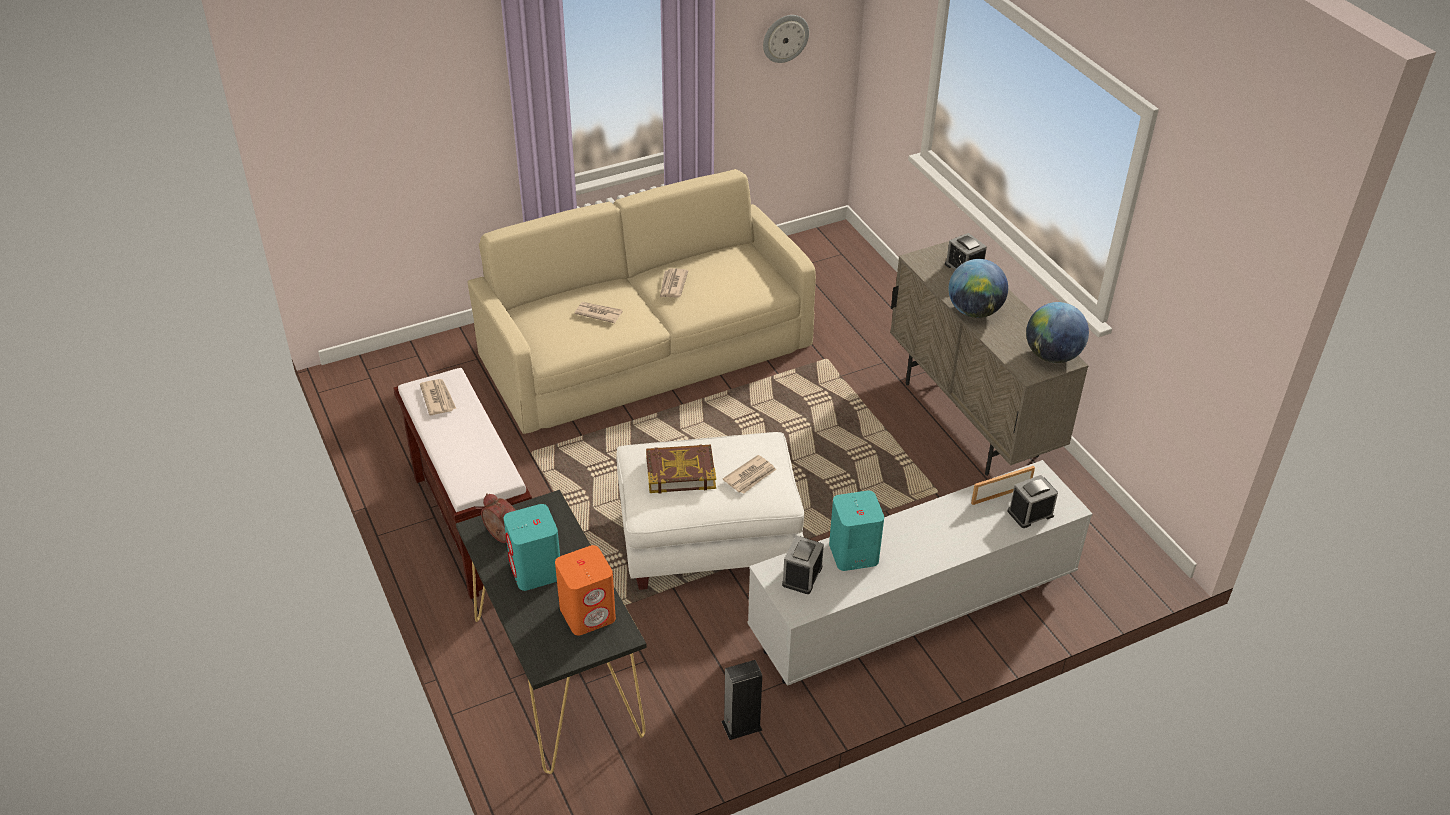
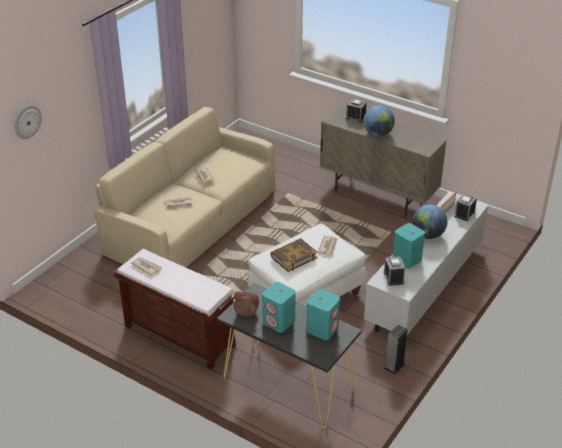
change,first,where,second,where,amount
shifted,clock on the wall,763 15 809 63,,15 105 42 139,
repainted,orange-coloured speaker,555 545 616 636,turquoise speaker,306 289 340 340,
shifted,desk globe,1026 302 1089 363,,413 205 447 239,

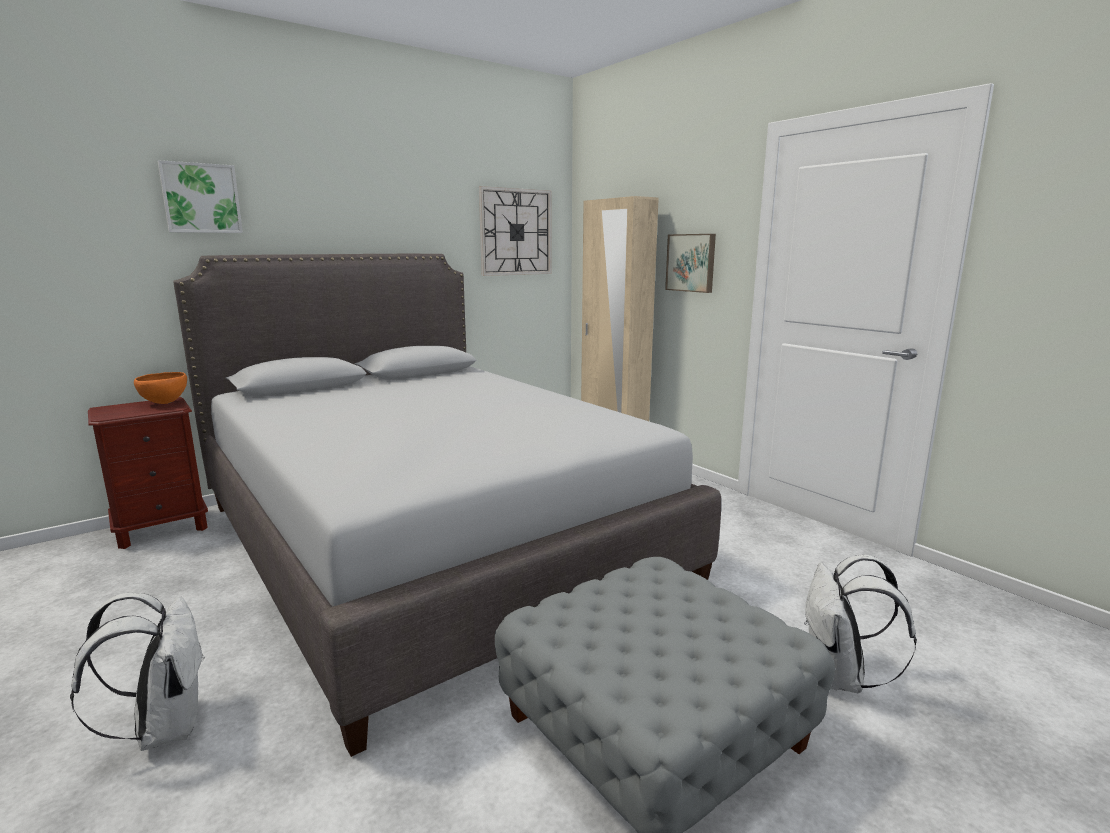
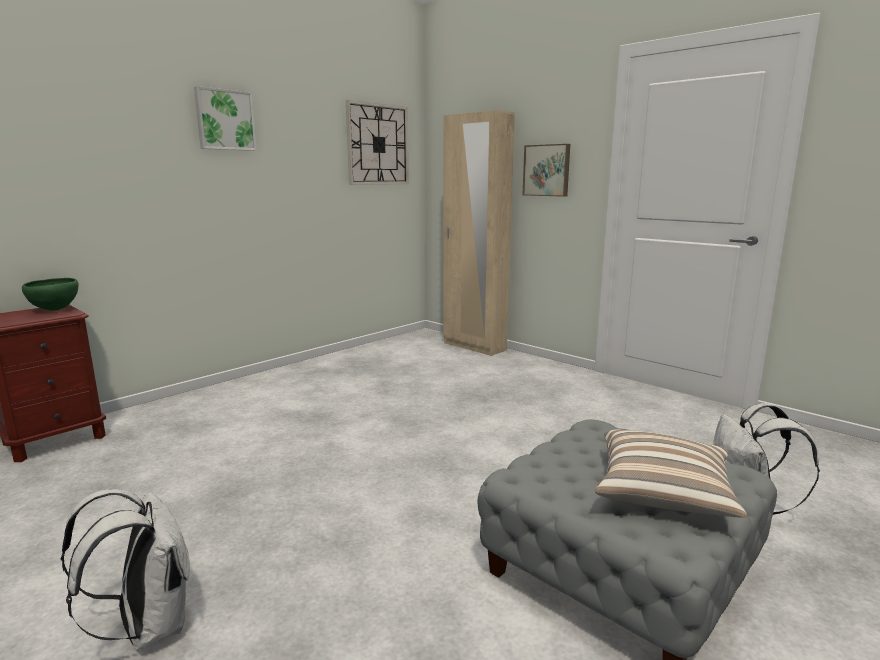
change,first,where,second,where,amount
repainted,orange-coloured deep dish,134 372 187 404,green-coloured deep dish,22 278 79 311,
shifted,picture,157 160 243 233,,194 86 257 151,
new,,,pillow,595 429 747 518,
gone,grey bed,173 254 721 757,,,

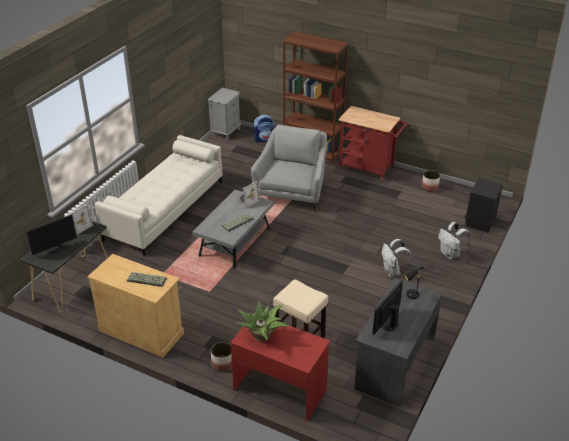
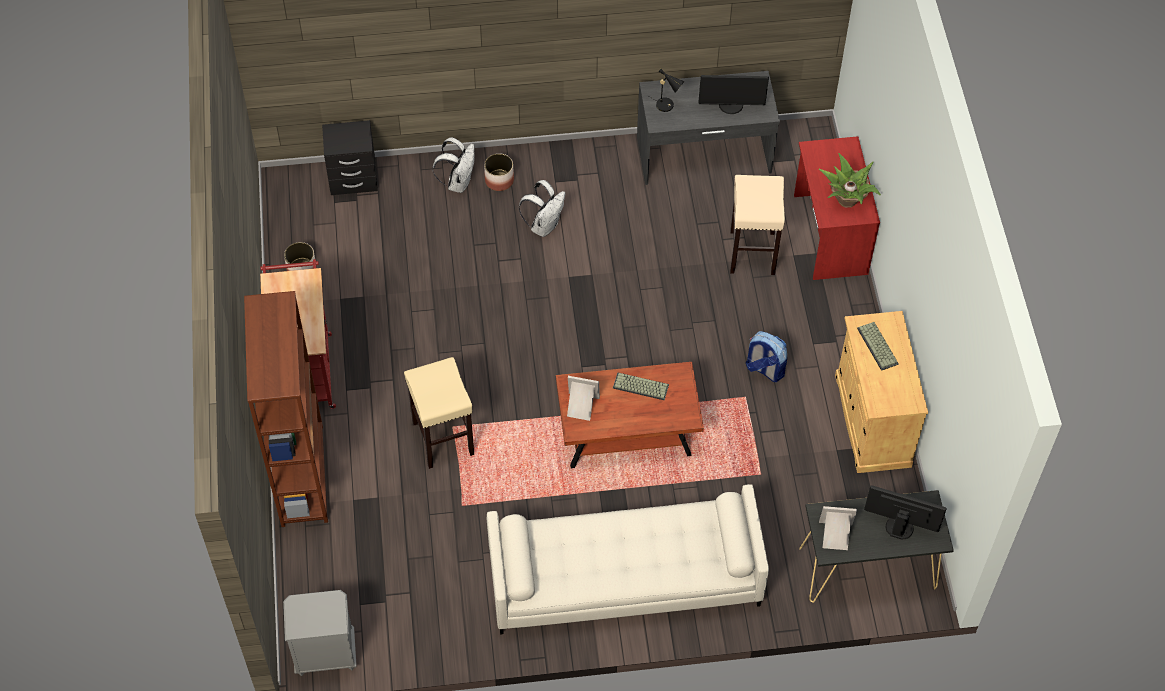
change,first,where,second,where,amount
swapped,grey lounge chair,251 124 327 212,sand-coloured stool seat,404 357 474 469,
shifted,planter,211 342 232 371,,484 153 514 191,
repainted,grey lounge table,192 190 274 269,brown lounge table,556 362 704 468,
shifted,rucksack,254 114 274 143,,746 331 787 382,

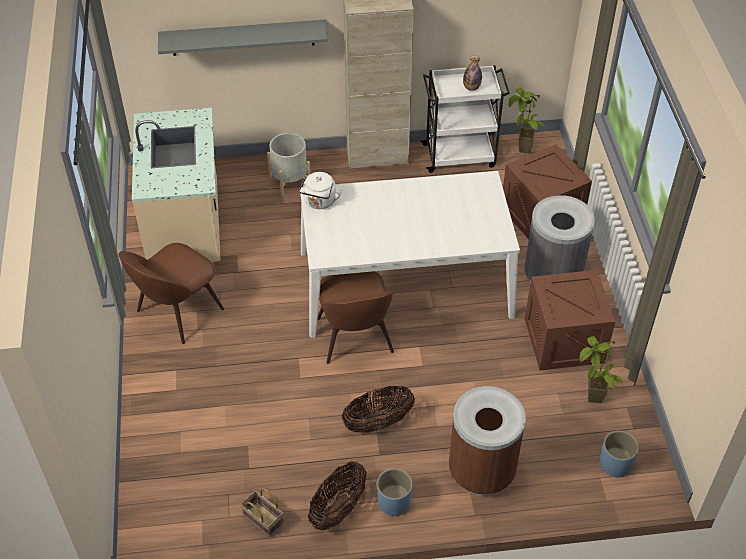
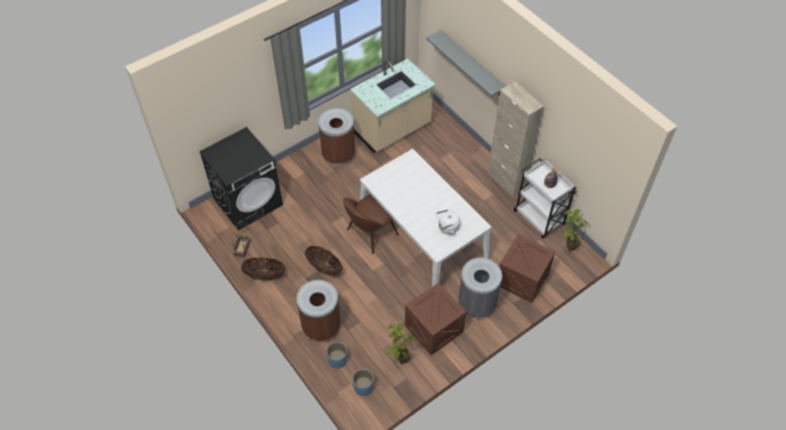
change,first,where,second,where,amount
new,,,black-coloured laundry machine,199 127 283 230,
swapped,brown chair,118 243 224 344,brown waste bin,318 108 355 165,
shifted,blue planter,377 468 413 516,,326 342 347 369,
shifted,white kettle,299 172 342 209,,436 210 460 235,
gone,grey planter,267 133 311 196,,,

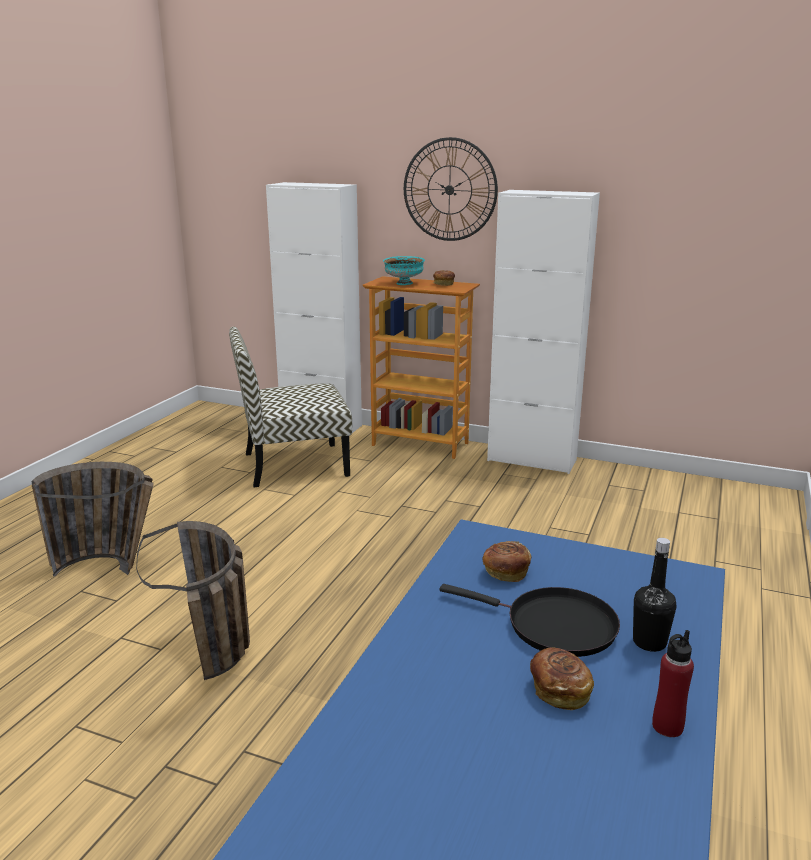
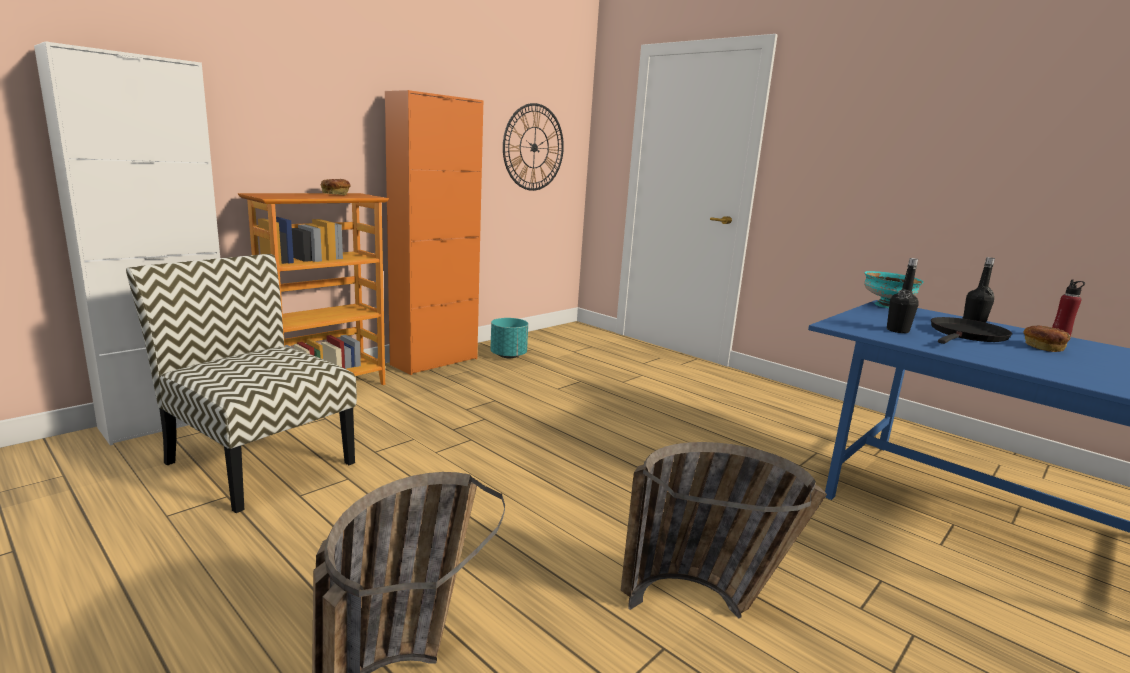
change,first,where,second,where,amount
rotated,chair,229 327 352 487,,126 254 357 513,120 degrees clockwise
repainted,white cabinet,487 190 600 474,orange-coloured cabinet,385 90 483 375,
new,,,turquoise planter,490 318 528 358,
shifted,clock on the wall,404 137 498 241,,503 103 564 191,
shifted,turquoise deep dish,383 256 425 285,,864 271 924 308,
swapped,baked bread,483 541 531 582,black-coloured beverage bottle,887 258 919 333,

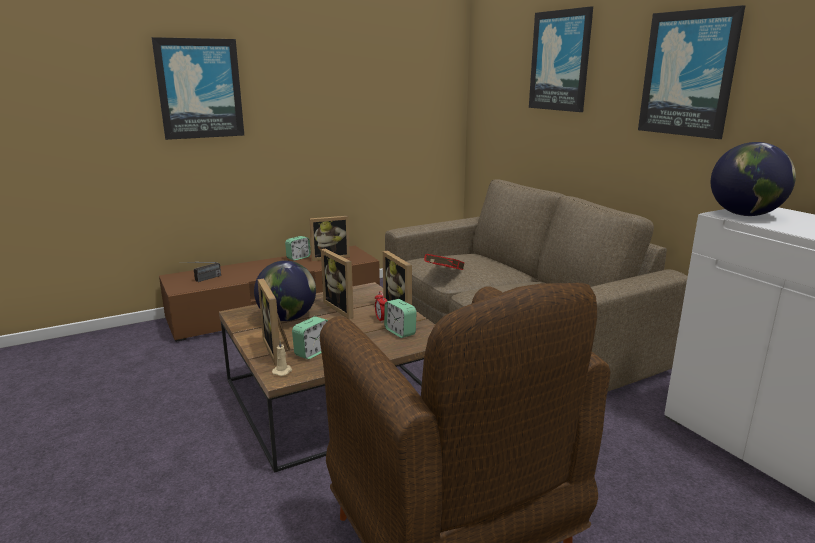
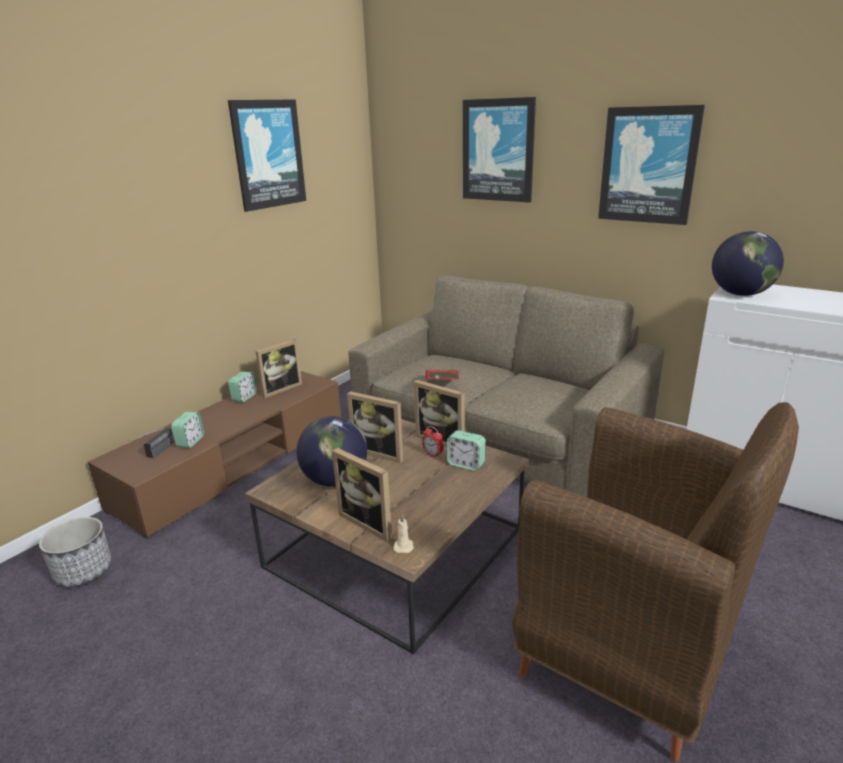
change,first,where,second,where,amount
new,,,planter,39 517 111 587,
shifted,alarm clock,292 316 328 359,,171 412 204 448,
shifted,picture,151 37 244 140,,228 99 306 212,

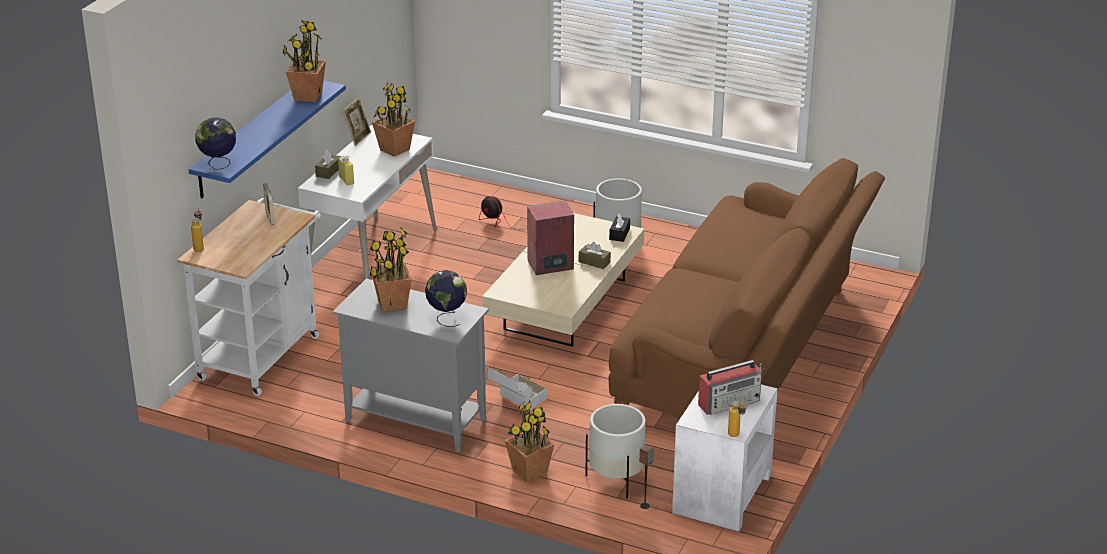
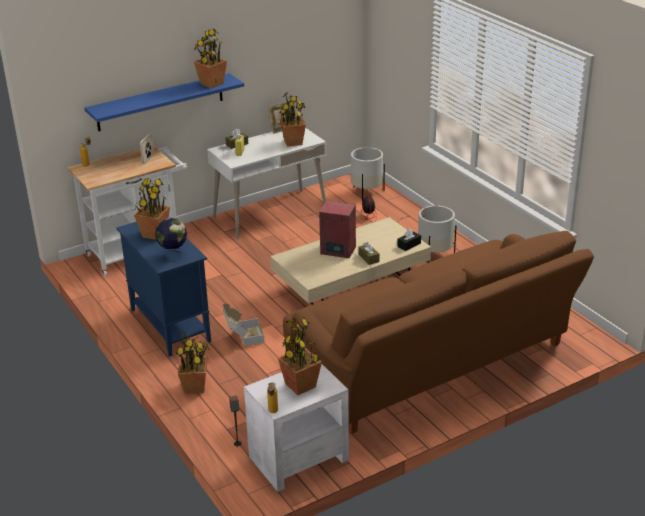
change,first,where,second,where,amount
repainted,grey cabinet,333 279 489 453,blue cabinet,116 222 211 357,
swapped,radio,698 360 762 415,potted plant,278 317 322 395,
shifted,white planter,585 404 646 498,,351 147 385 201,
gone,desk globe,195 117 236 170,,,

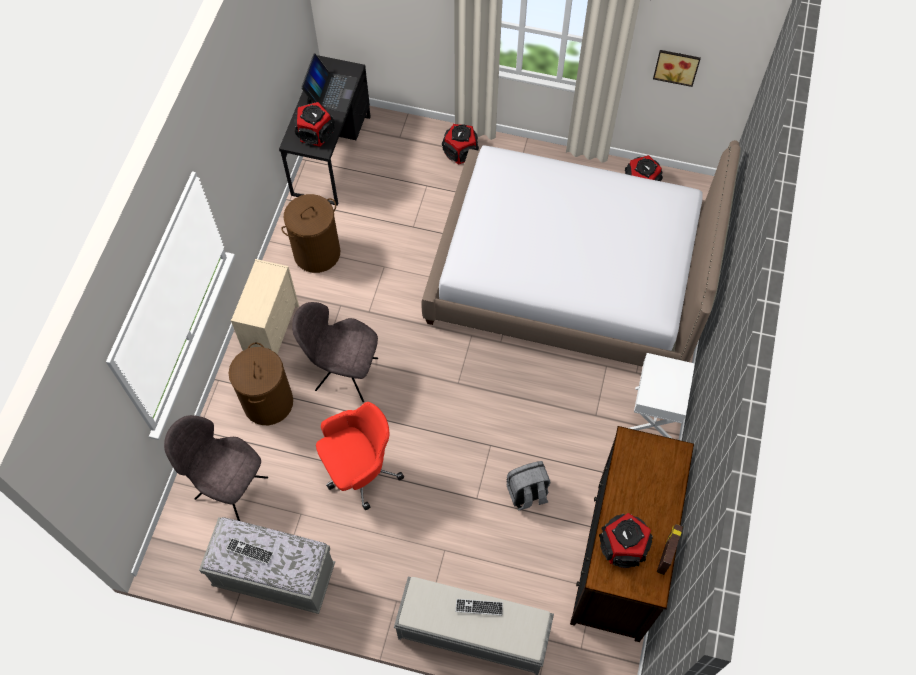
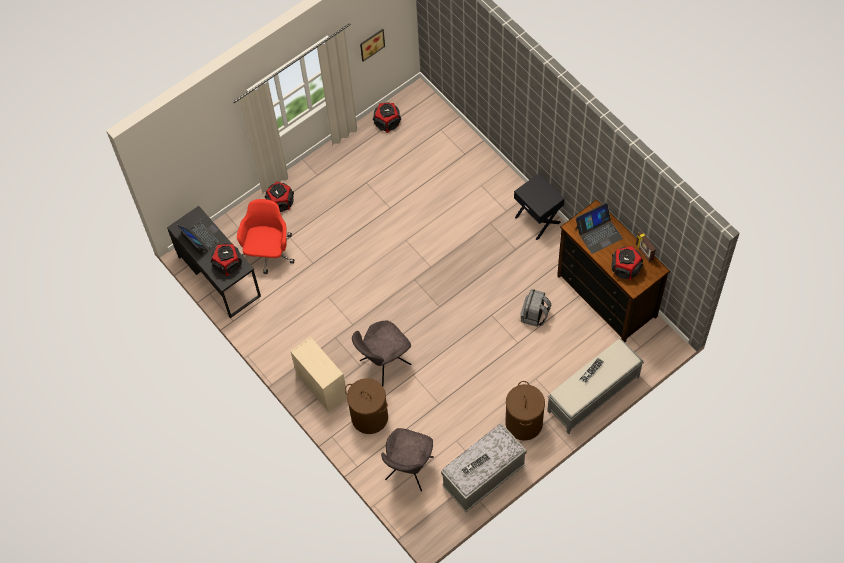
change,first,where,second,where,amount
shifted,red computer chair,316 402 404 510,,237 199 294 274,
rotated,grey chair,164 415 268 521,,381 428 434 491,45 degrees counterclockwise
shifted,brown washing basket,281 194 340 273,,505 381 545 440,
repainted,white bedside table,629 353 695 439,black-coloured bedside table,514 173 565 240,
new,,,laptop,576 202 623 254,
gone,bed,421 140 741 367,,,

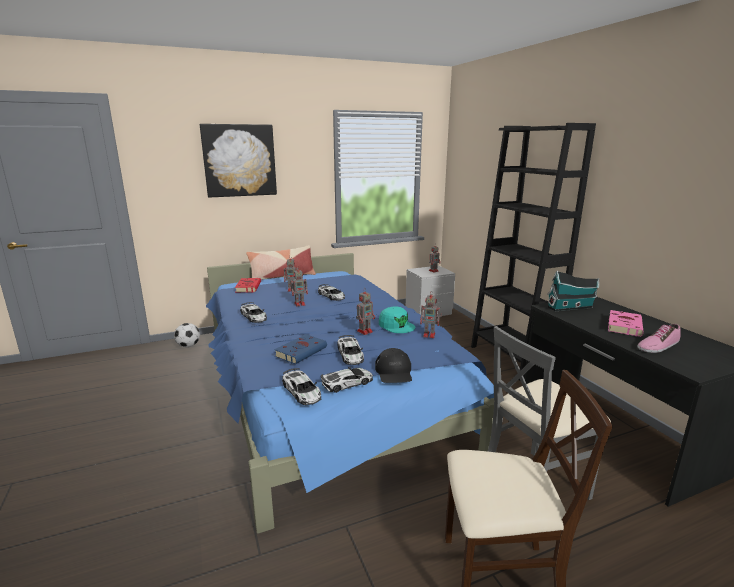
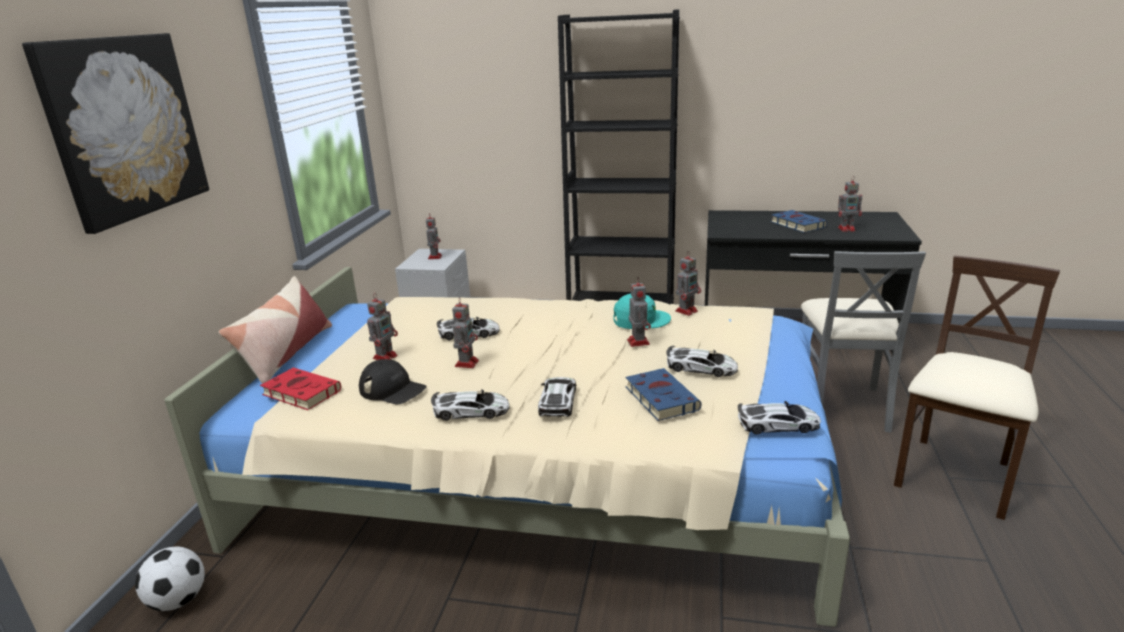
change,first,where,second,where,amount
repainted,blue bed,206 253 494 534,sand-coloured bed,164 267 850 627,
shifted,black-coloured cap,375 348 412 383,,359 359 427 404,
shifted,model car,321 367 373 393,,538 377 576 418,
repainted,pink volume,608 310 644 337,blue volume,771 210 827 233,
swapped,item of footwear,637 324 681 353,robot figure,838 176 862 232,
gone,toy house,547 271 599 311,,,

